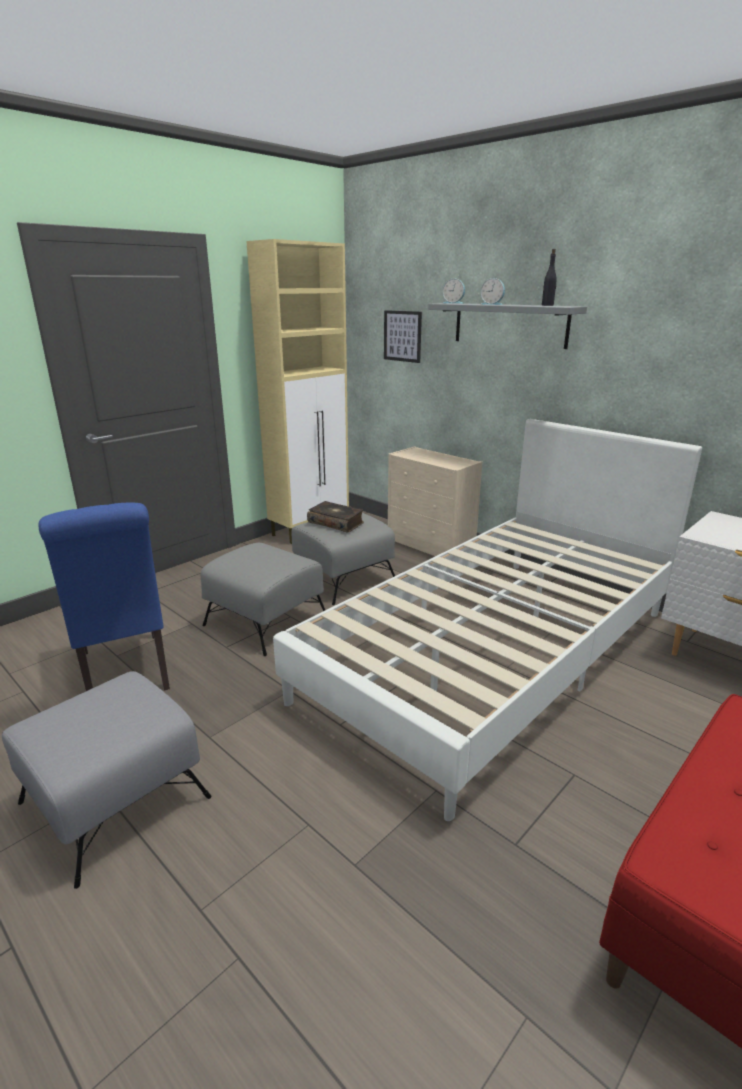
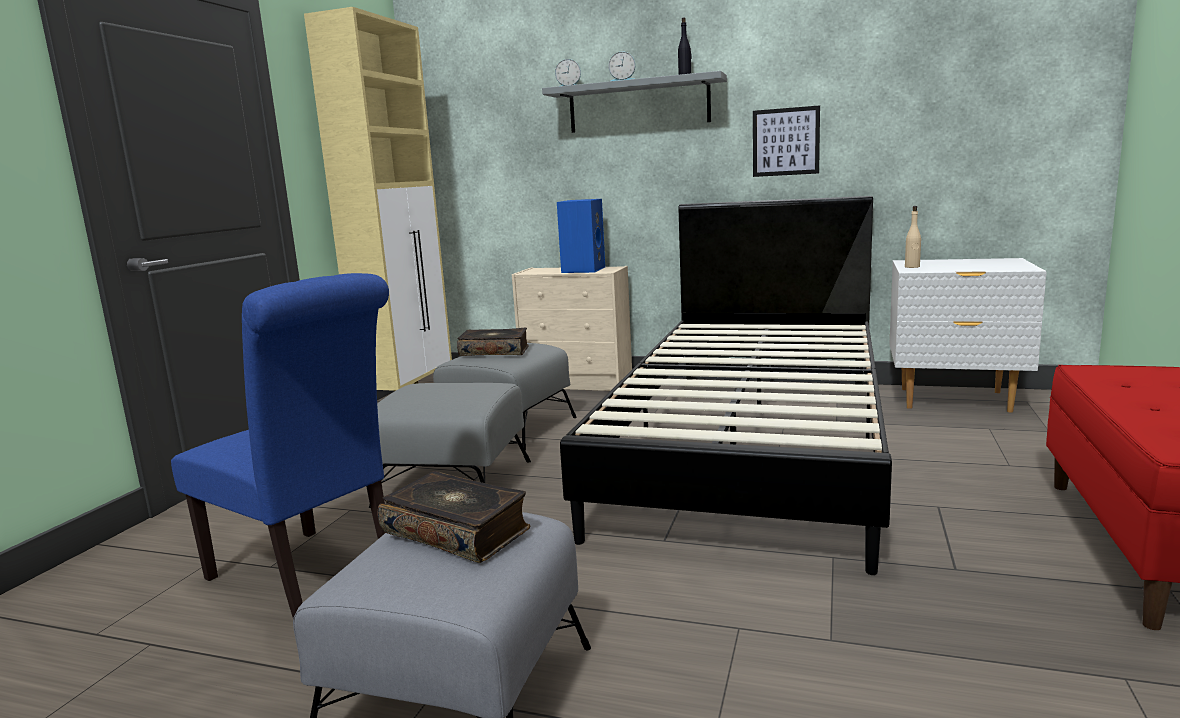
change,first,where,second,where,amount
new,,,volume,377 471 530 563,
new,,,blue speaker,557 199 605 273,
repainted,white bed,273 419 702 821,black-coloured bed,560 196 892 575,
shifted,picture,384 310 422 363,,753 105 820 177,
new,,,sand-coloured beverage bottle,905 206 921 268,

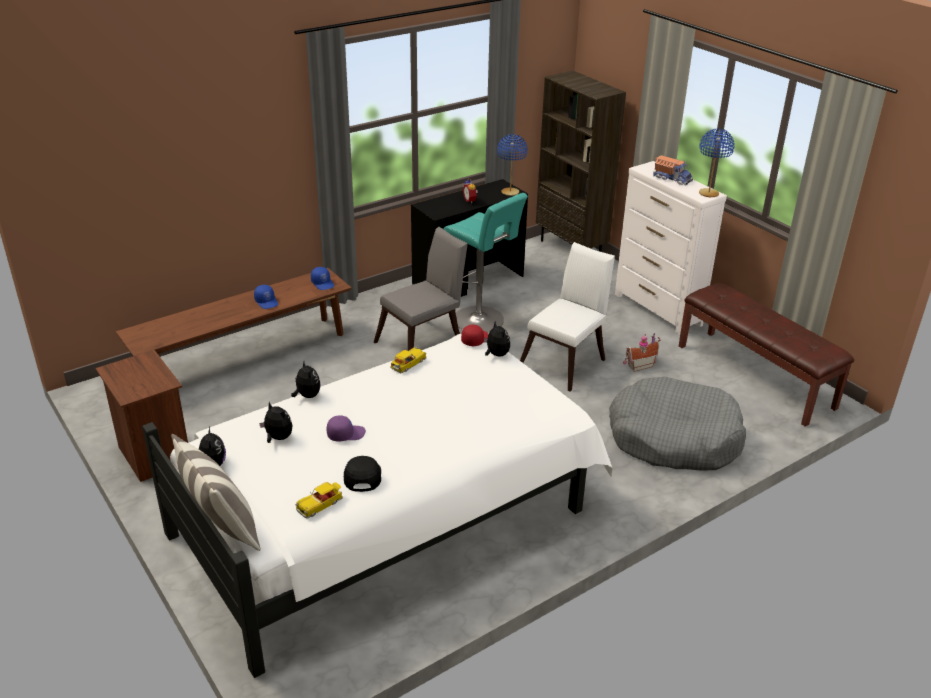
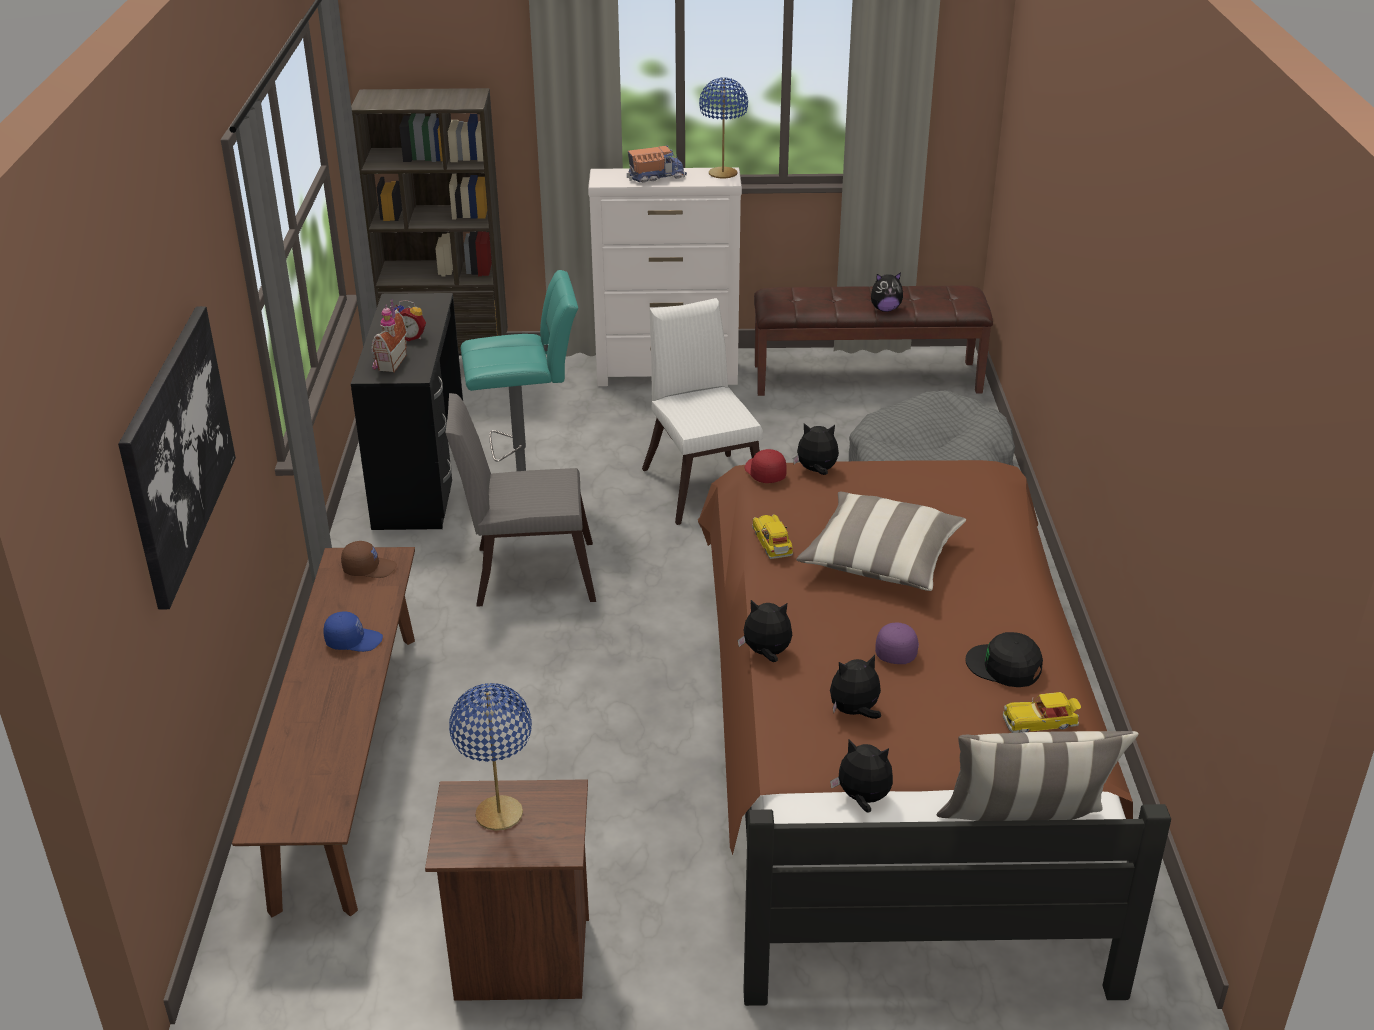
change,first,where,second,where,amount
new,,,picture,118 306 236 610,
repainted,blue cap,311 267 334 290,brown cap,341 541 397 578,
shifted,toy house,623 333 660 372,,371 299 407 373,
rotated,grey chair,374 227 468 351,,446 393 596 607,90 degrees counterclockwise
shifted,blue tabletop lamp,497 134 528 196,,449 683 532 831,
repainted,white bed,142 334 612 678,brown bed,698 460 1171 1006,
new,,,pillow,796 492 966 591,
new,,,soft toy,871 272 903 312,
rotated,model car,296 482 343 519,,1003 692 1081 733,90 degrees clockwise

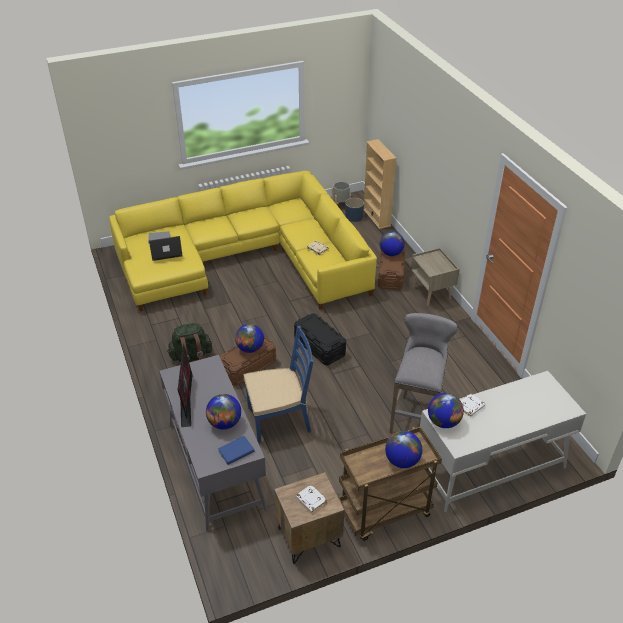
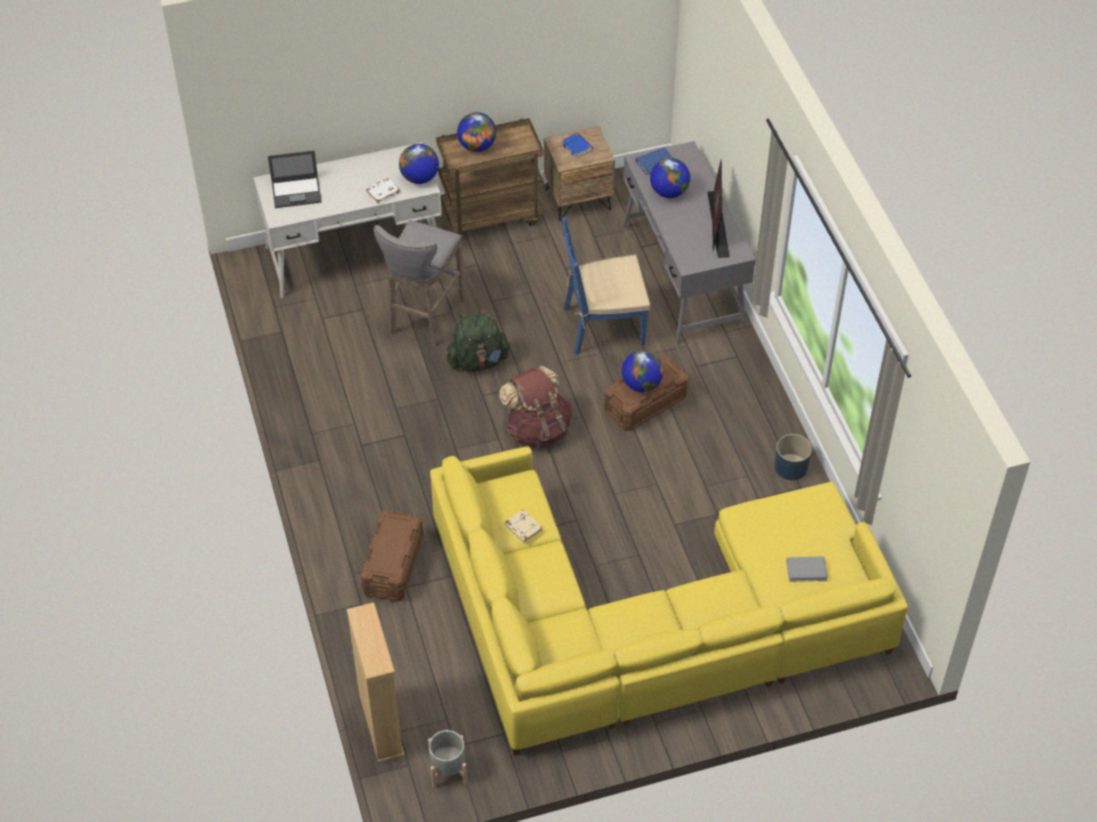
change,first,where,second,where,amount
shifted,laptop,149 236 183 261,,268 150 321 208,
shifted,green-coloured rucksack,167 323 213 362,,446 310 511 372,
swapped,black-coloured storage container,294 313 346 365,brown rucksack,499 366 572 448,
repainted,white volume,296 485 327 513,blue volume,561 133 593 158,
shifted,blue planter,345 198 364 222,,774 434 812 480,
gone,desk globe,380 231 405 256,,,
gone,sand-coloured bedside table,411 248 460 306,,,

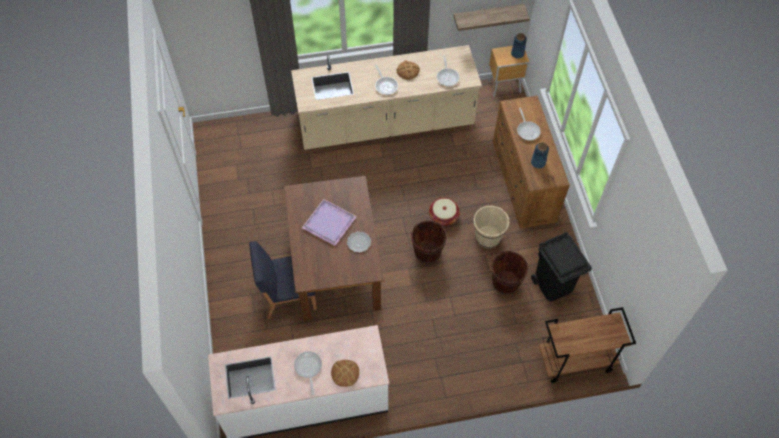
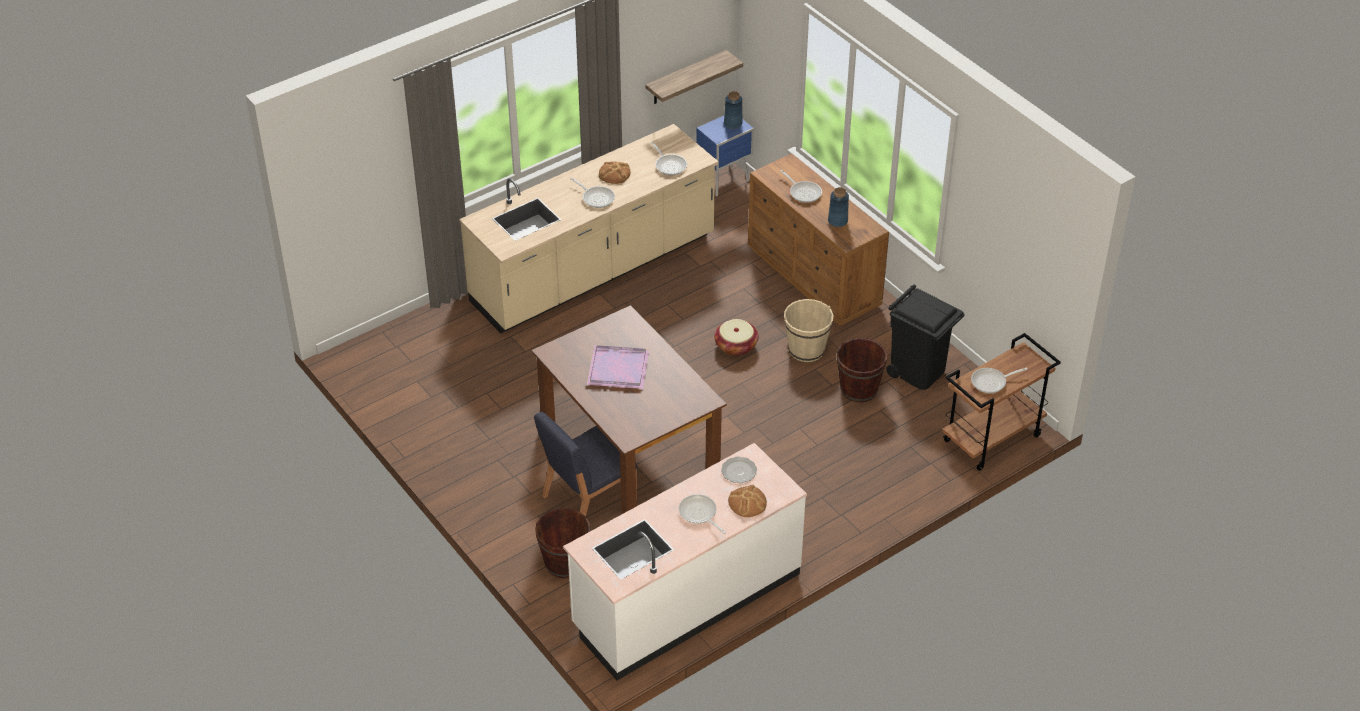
change,first,where,second,where,amount
shifted,brown pail,411 221 447 264,,535 508 590 578,
repainted,brown bedside table,488 46 530 97,blue bedside table,696 116 754 197,
shifted,flat dish,347 231 371 252,,721 457 757 483,
new,,,frying pan,971 368 1027 393,

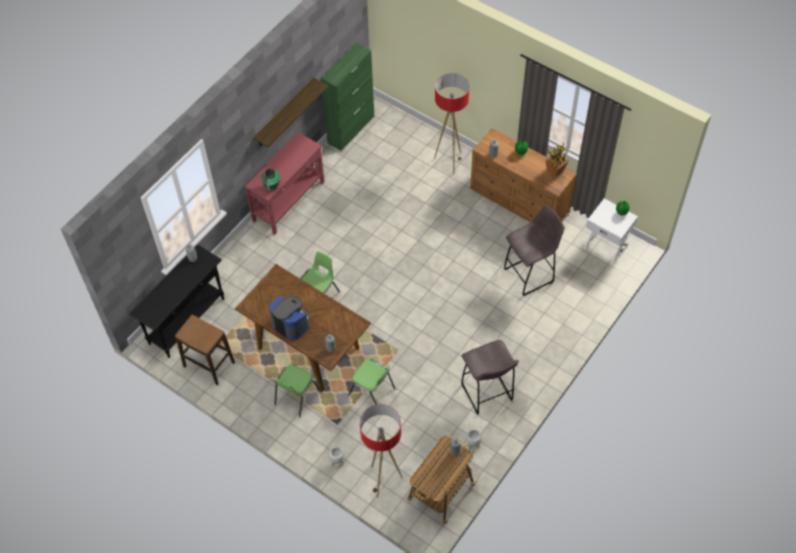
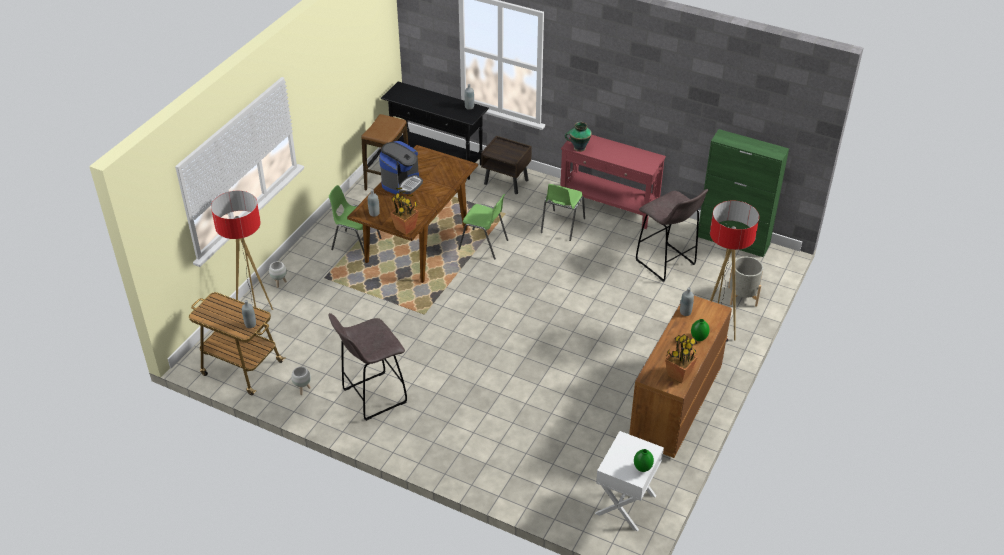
change,first,where,second,where,amount
new,,,potted plant,390 188 419 235,
new,,,brown bedside table,481 136 532 194,
shifted,green-coloured chair,348 360 396 405,,541 184 585 241,
shifted,grey stool seat,504 206 565 296,,636 189 708 282,
new,,,grey planter,728 256 763 307,
gone,wall shelf,253 78 328 147,,,

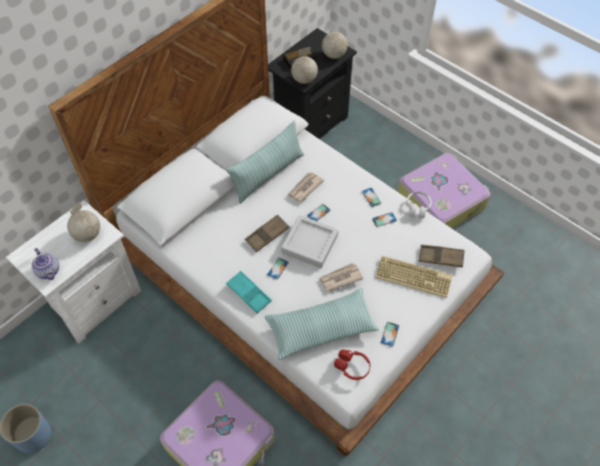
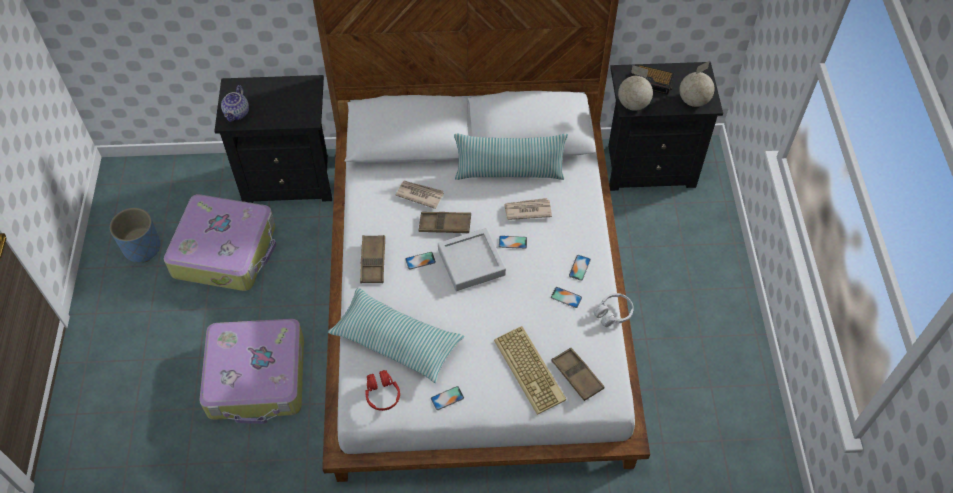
change,first,where,second,where,amount
shifted,suitcase,397 153 490 229,,164 194 277 291,
repainted,white bedside table,6 200 141 344,black-coloured bedside table,214 75 332 203,
repainted,turquoise carrying tray,227 271 272 313,brown carrying tray,360 235 385 283,
shifted,daily paper,319 263 363 292,,396 180 444 209,
gone,desk globe,67 201 100 242,,,

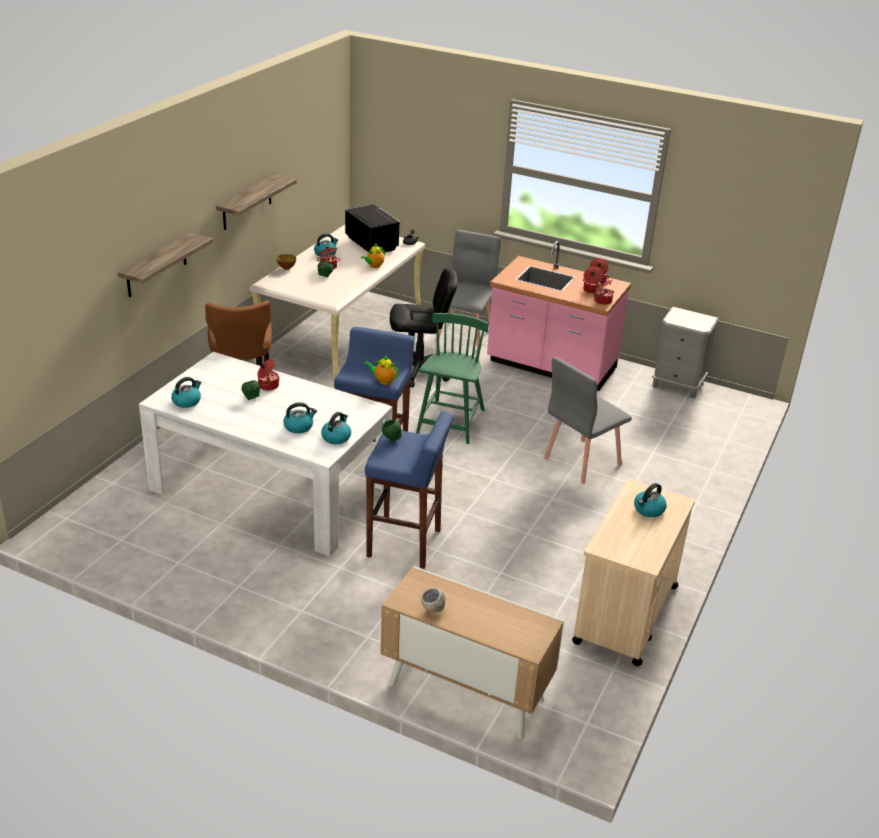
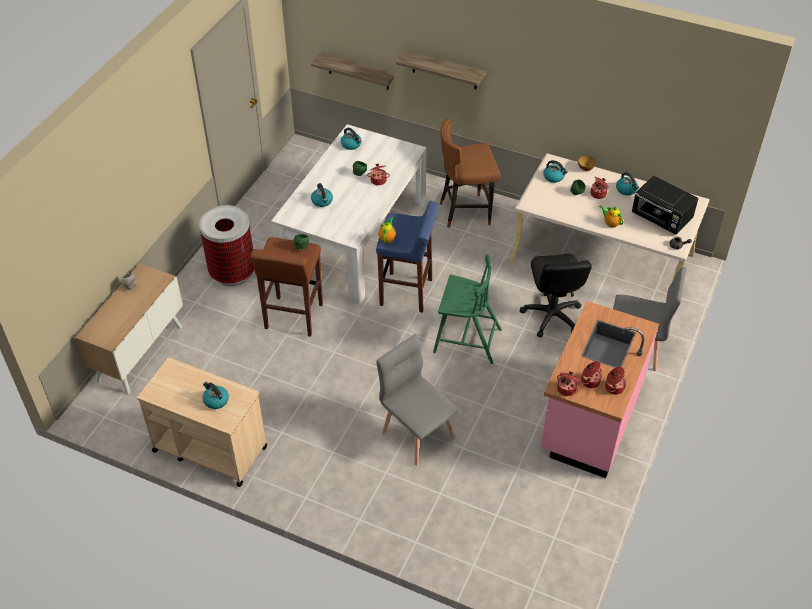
change,first,where,second,where,amount
new,,,waste bin,199 205 254 286,
repainted,blue stool seat,365 411 454 568,brown stool seat,251 237 323 337,
shifted,wall shelf,216 174 297 230,,311 52 396 90,
shifted,kettle,321 412 351 444,,543 160 568 183,
rotated,black-coloured kitchen microwave,345 205 400 253,,632 176 698 235,75 degrees clockwise
gone,grey bedside table,652 307 719 398,,,

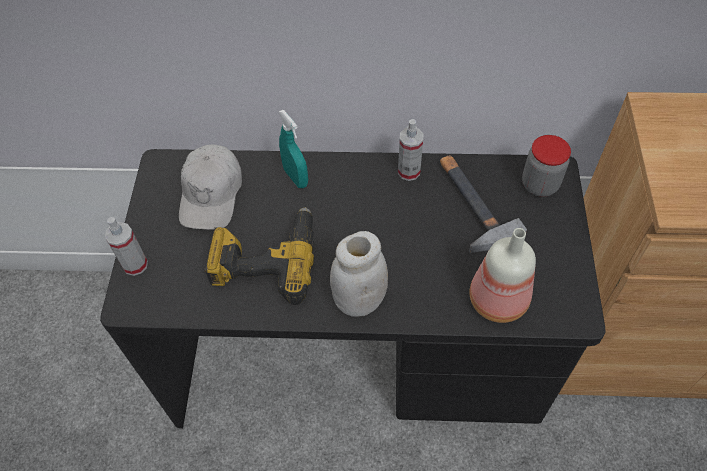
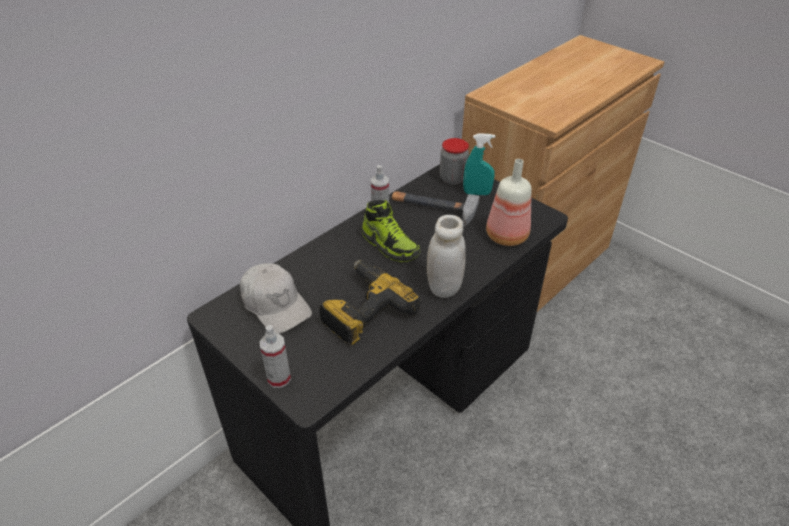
change,first,where,second,where,amount
new,,,item of footwear,361 200 420 262,
shifted,turquoise spray bottle,279 110 308 188,,463 133 495 195,

